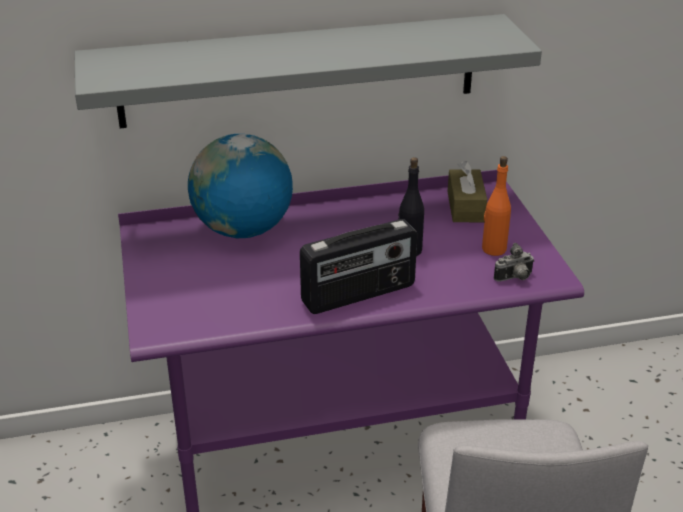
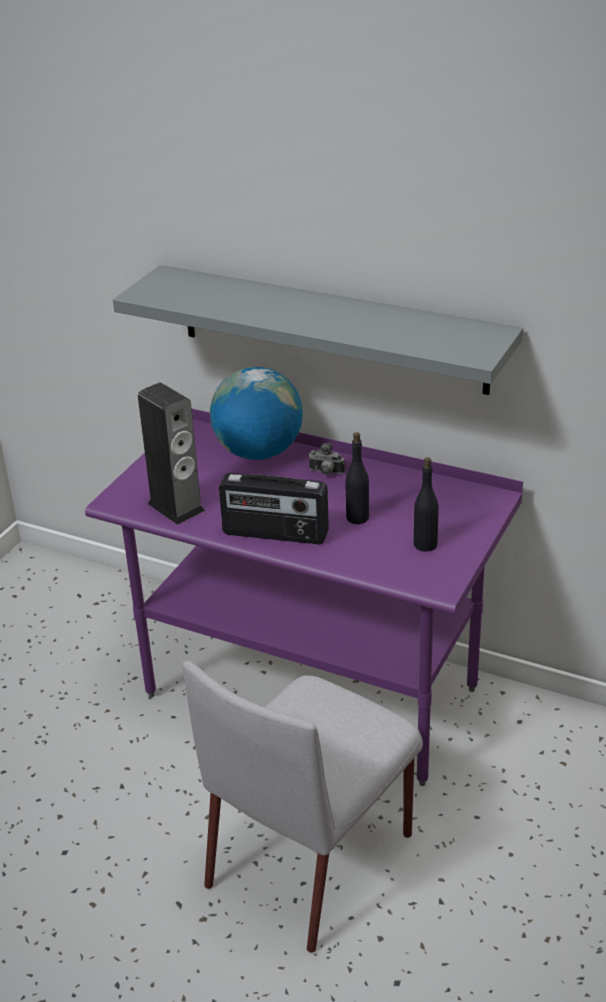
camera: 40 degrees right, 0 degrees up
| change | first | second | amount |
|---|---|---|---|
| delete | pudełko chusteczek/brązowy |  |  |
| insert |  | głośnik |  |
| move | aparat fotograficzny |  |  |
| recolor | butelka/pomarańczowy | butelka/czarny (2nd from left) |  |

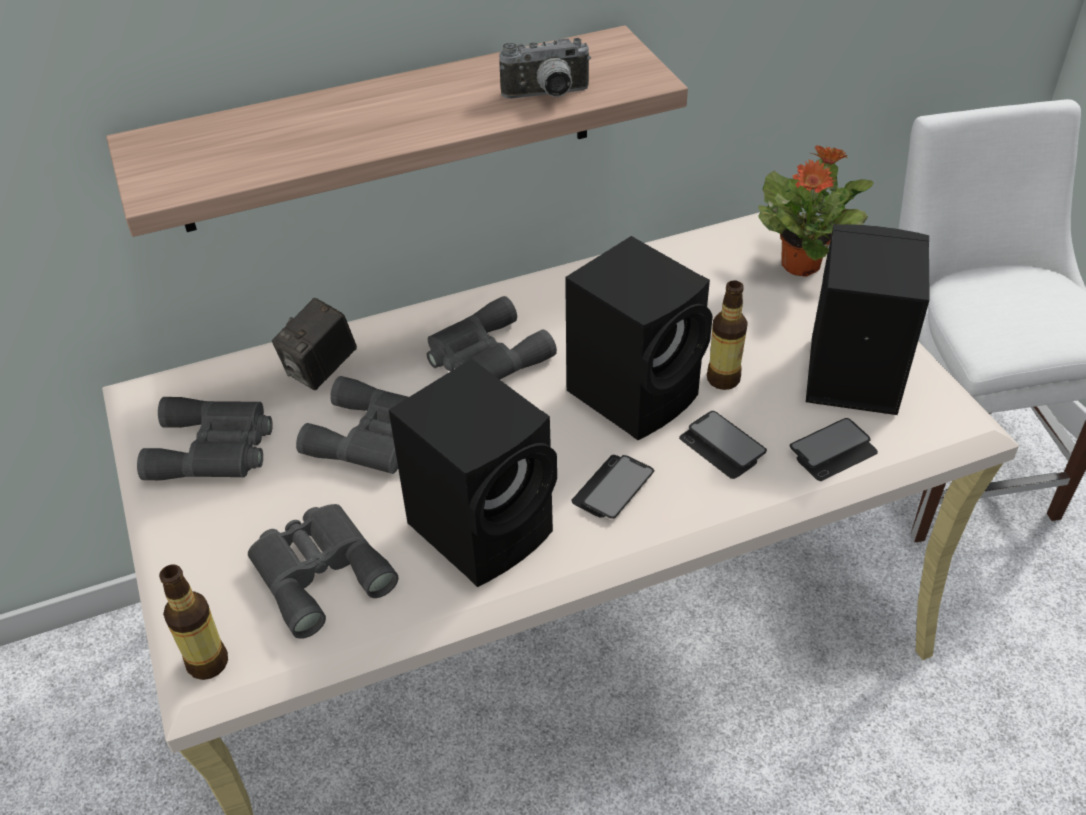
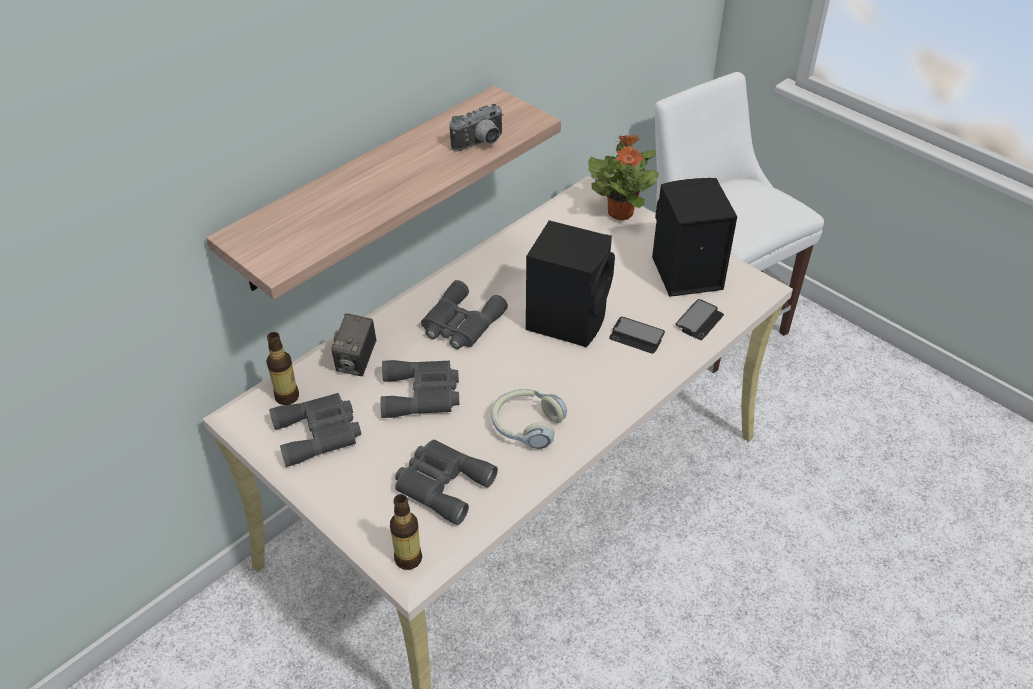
camera: 25 degrees left, 0 degrees up
| change | first | second | amount |
|---|---|---|---|
| delete | telefon (1st from left) |  |  |
| move | butelka (2nd from left in the first image) | butelka (1st from left) |  |
| replace | głośnik/czarny (1st from left) | słuchawki |  |

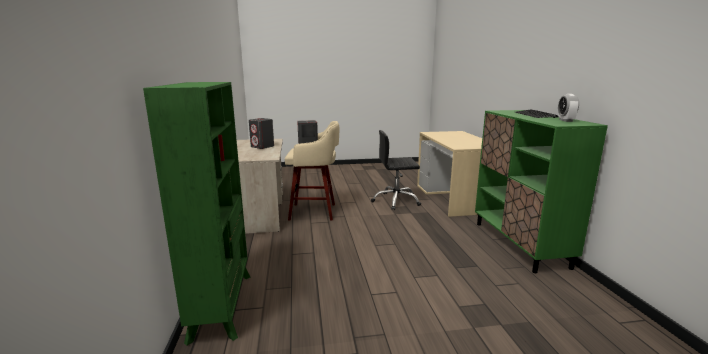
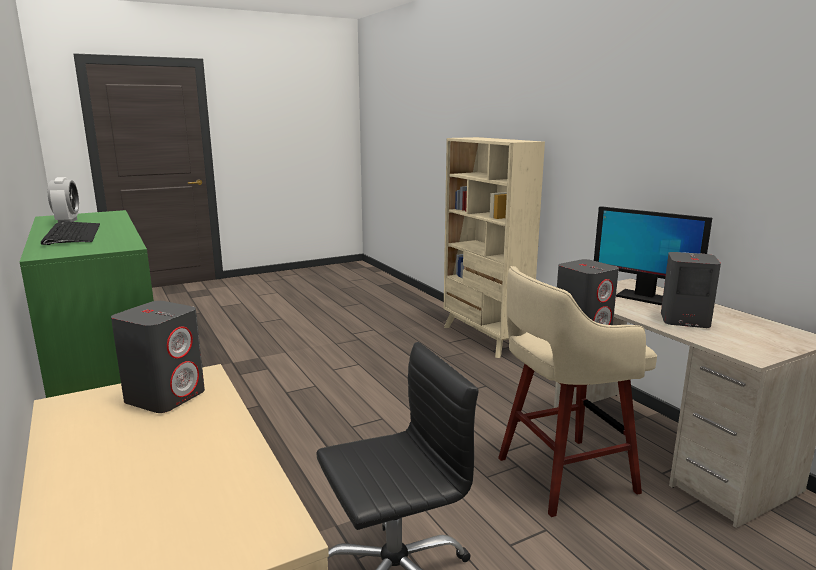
camera: 160 degrees right, 0 degrees up
| change | first | second | amount |
|---|---|---|---|
| insert |  | głośnik/szary (1st from left) |  |
| insert |  | monitor |  |
| recolor | regał/zielony | regał/beżowy |  |

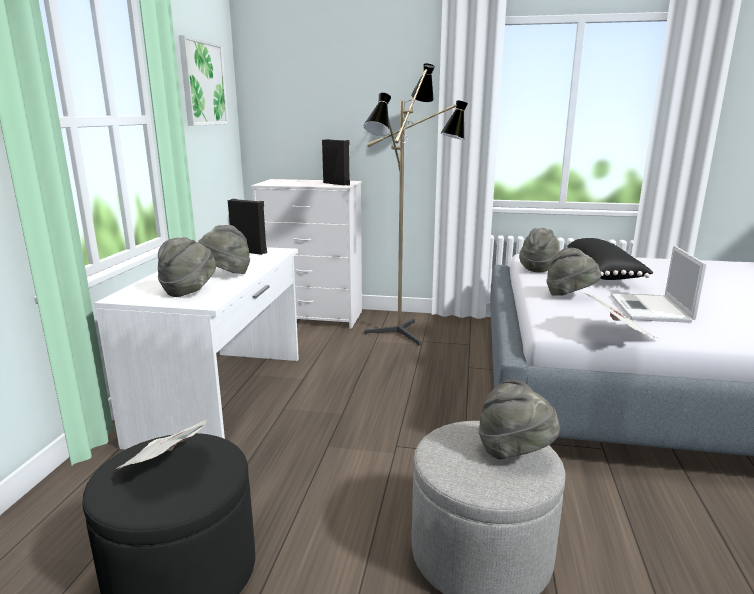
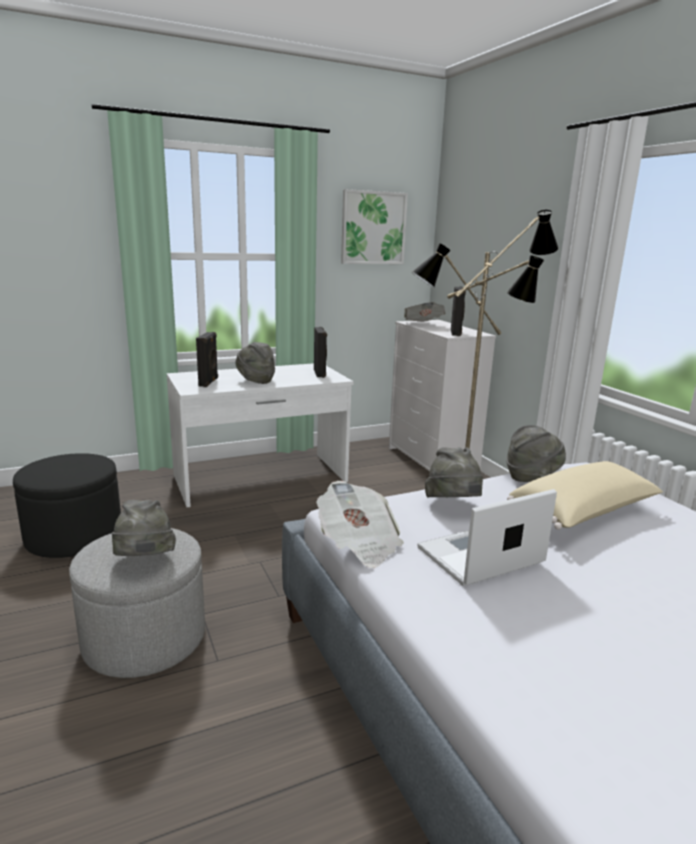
camera: 55 degrees right, 0 degrees up
| change | first | second | amount |
|---|---|---|---|
| move | gazeta (1st from left in the first image) | gazeta (2nd from left) |  |
| replace | kapelusz/szary (1st from left) | głośnik/czarny (1st from left) |  |
| recolor | poduszka/czarny | poduszka/beżowy |  |

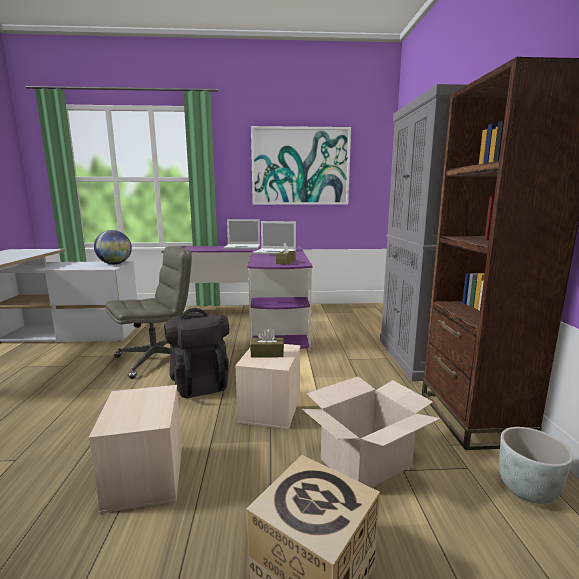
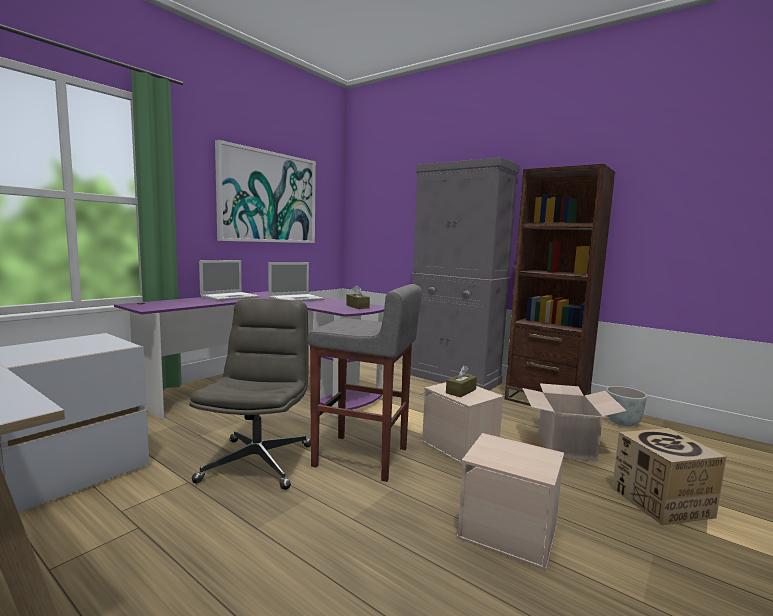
camera: 50 degrees left, 5 degrees down
| change | first | second | amount |
|---|---|---|---|
| delete | globus |  |  |
| replace | plecak/czarny | stołek/szary |  |

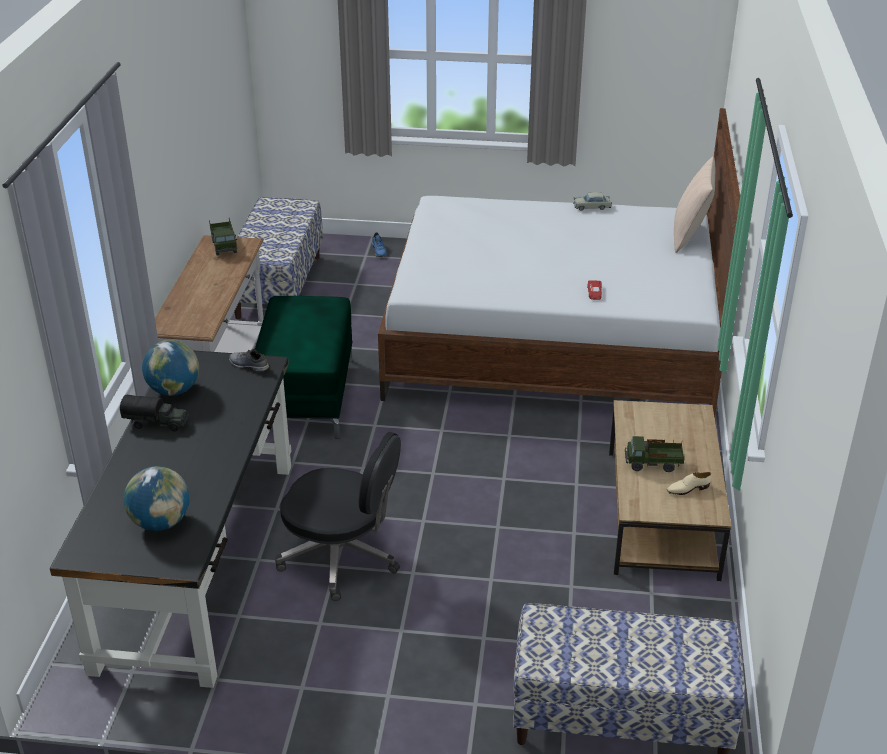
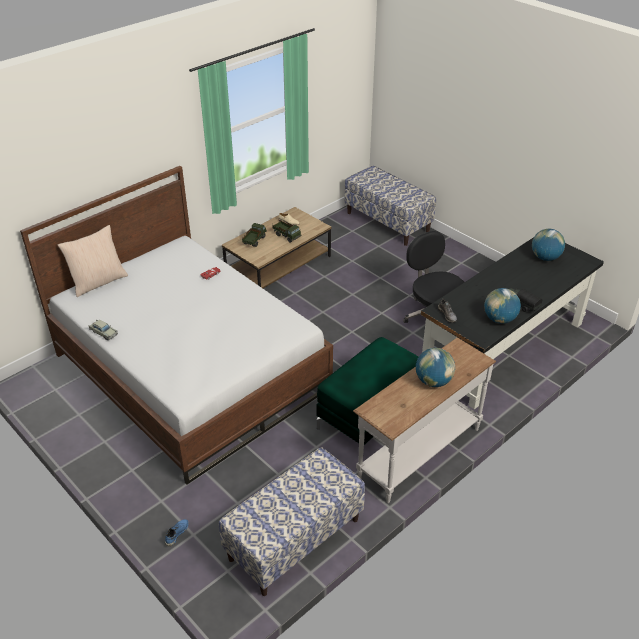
camera: 140 degrees left, 5 degrees up
| change | first | second | amount |
|---|---|---|---|
| insert |  | globus (1st from left) |  |
| move | ciężarówka zabawkowa (2nd from left in the first image) | ciężarówka zabawkowa (1st from left) |  |

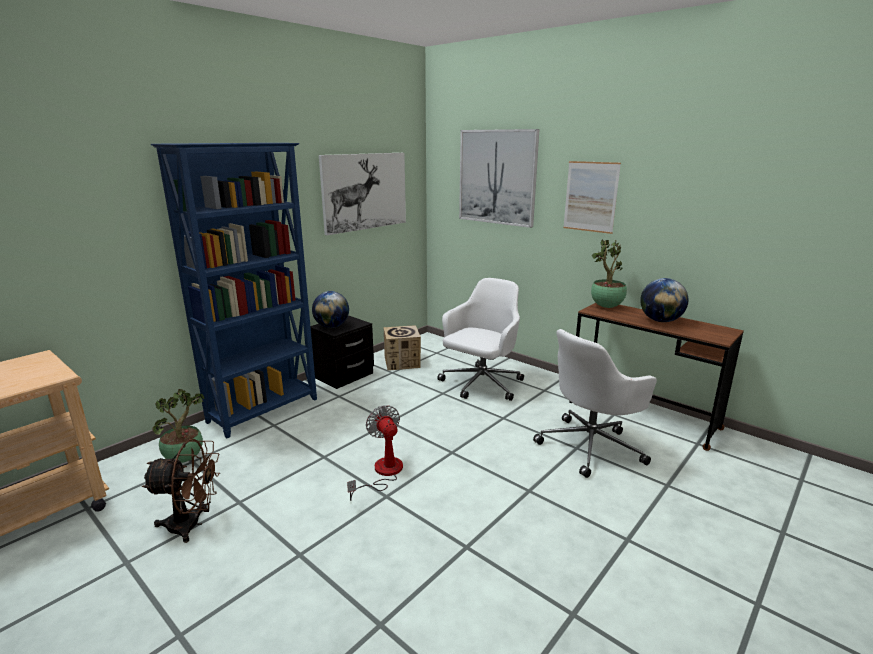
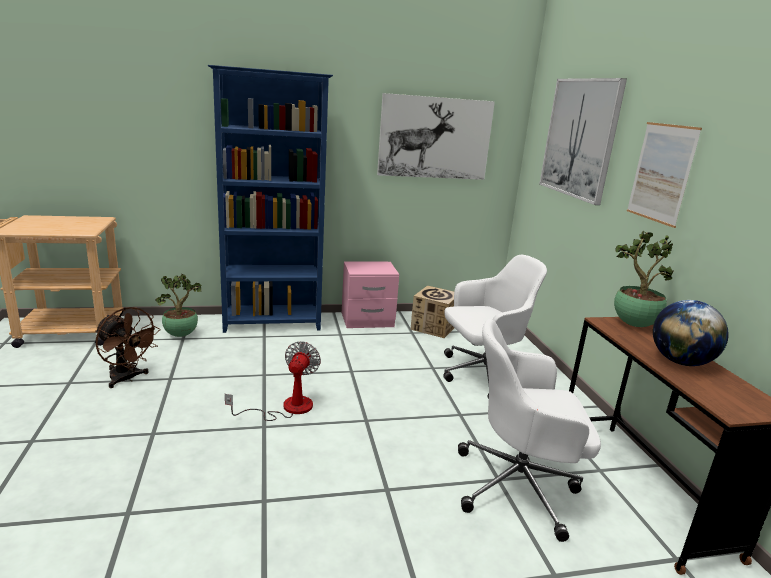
camera: 35 degrees right, 0 degrees up
| change | first | second | amount |
|---|---|---|---|
| delete | globus (1st from left) |  |  |
| recolor | szafka nocna/czarny | szafka nocna/różowy |  |

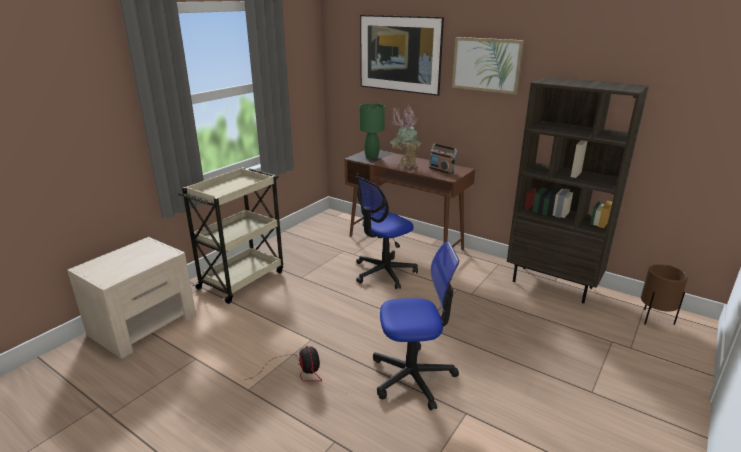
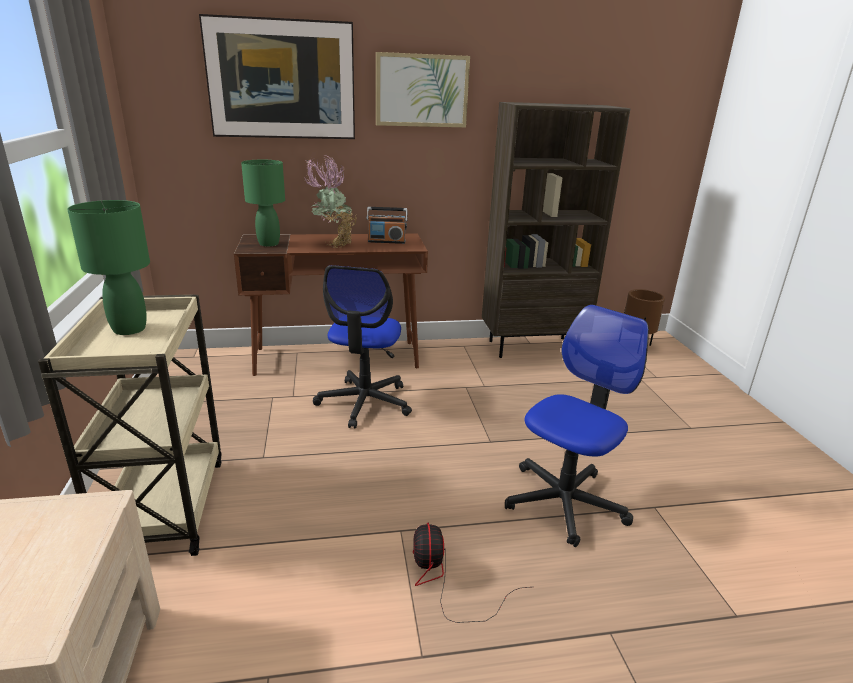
camera: 45 degrees left, 0 degrees up
| change | first | second | amount |
|---|---|---|---|
| insert |  | lampa stołowa/zielony (1st from left) |  |
| rotate | wentylator |  | 120 degrees counterclockwise |

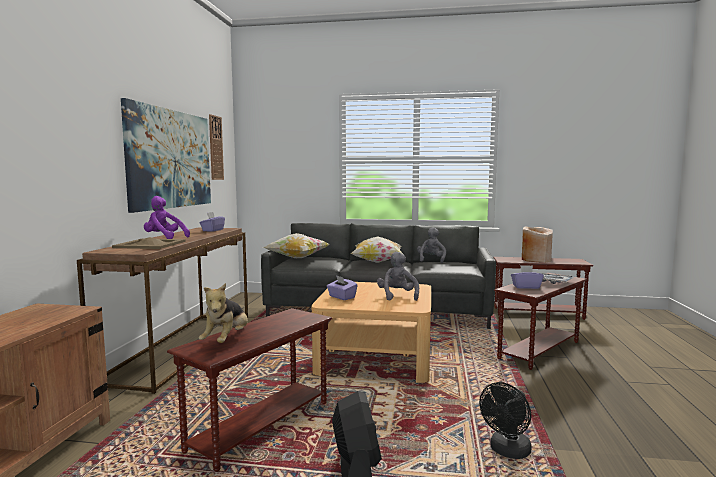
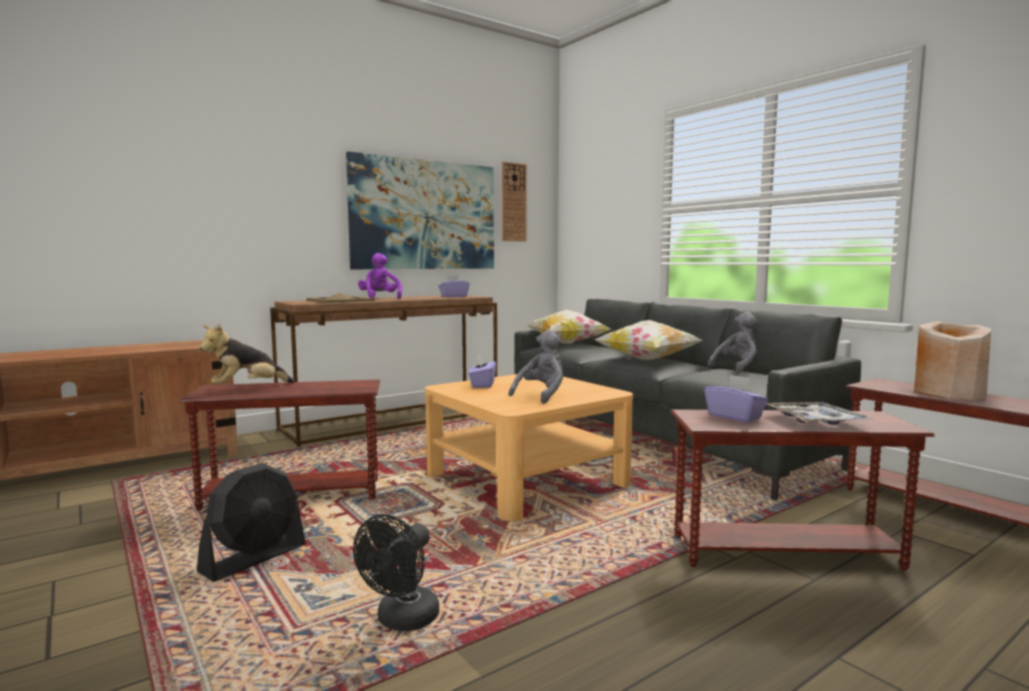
camera: 45 degrees right, 0 degrees up
| change | first | second | amount |
|---|---|---|---|
| rotate | wentylator/czarny (2nd from left) |  | 60 degrees counterclockwise |

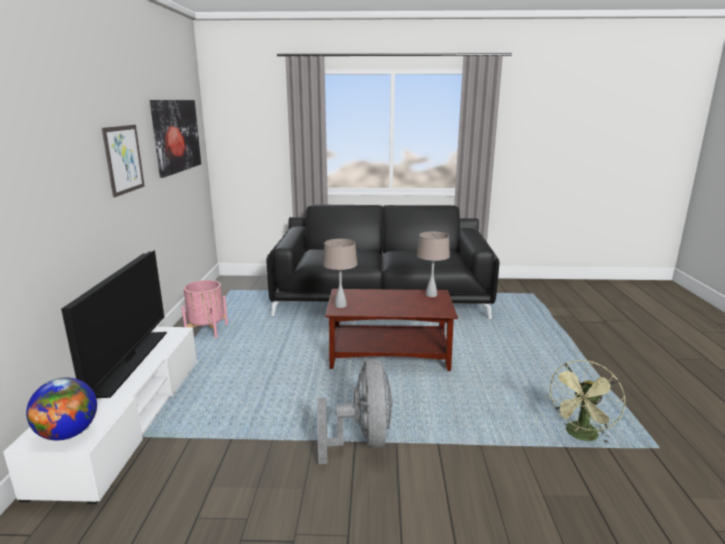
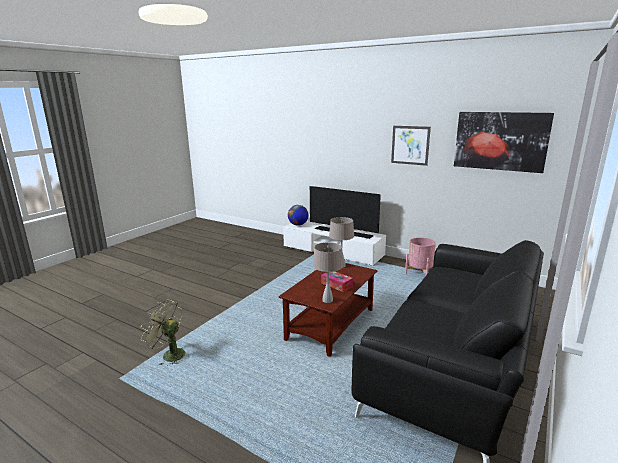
camera: 120 degrees right, 0 degrees up
| change | first | second | amount |
|---|---|---|---|
| delete | wentylator/szary |  |  |
| insert |  | pudełko chusteczek |  |
| rotate | wentylator/zielony |  | 45 degrees counterclockwise |

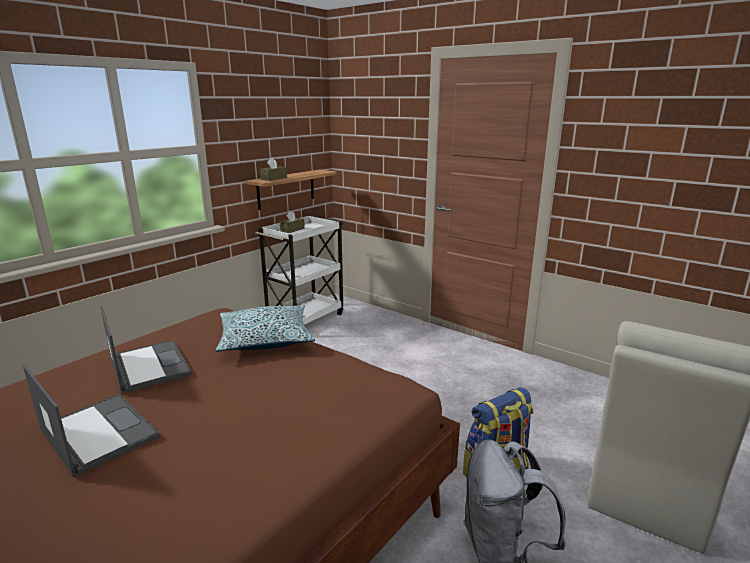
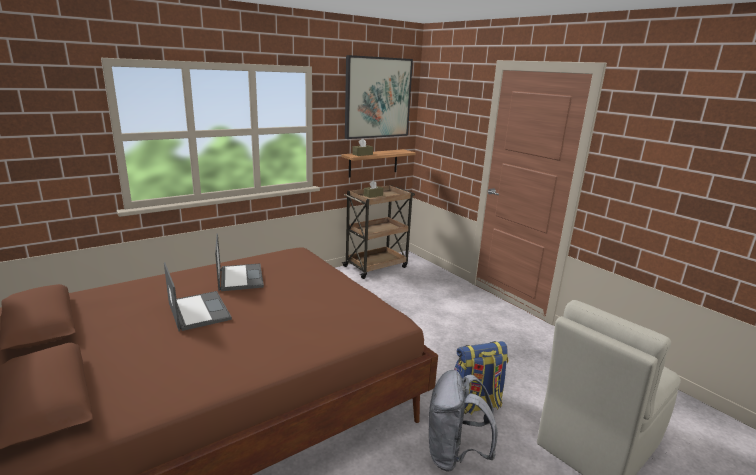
camera: 15 degrees right, 0 degrees up
| change | first | second | amount |
|---|---|---|---|
| delete | poduszka |  |  |
| insert |  | obraz |  |
| recolor | wózek/biały | wózek/brązowy |  |

